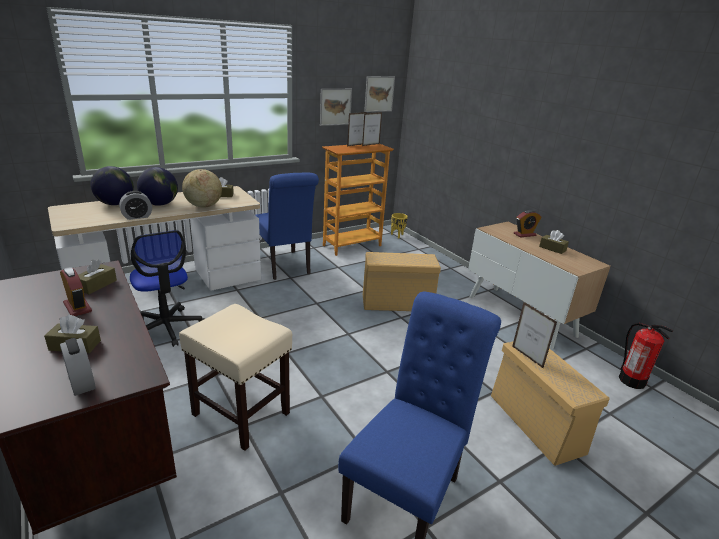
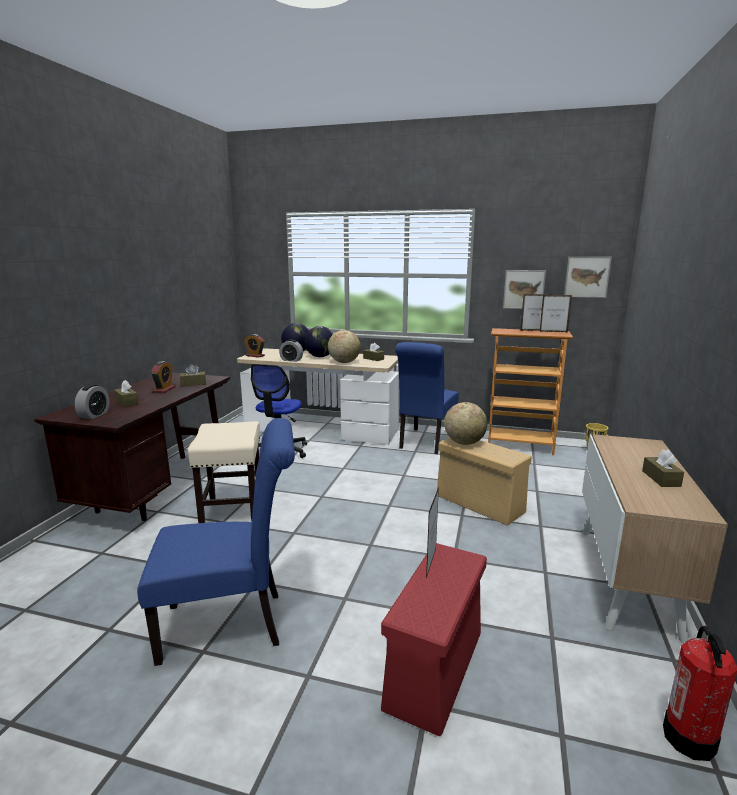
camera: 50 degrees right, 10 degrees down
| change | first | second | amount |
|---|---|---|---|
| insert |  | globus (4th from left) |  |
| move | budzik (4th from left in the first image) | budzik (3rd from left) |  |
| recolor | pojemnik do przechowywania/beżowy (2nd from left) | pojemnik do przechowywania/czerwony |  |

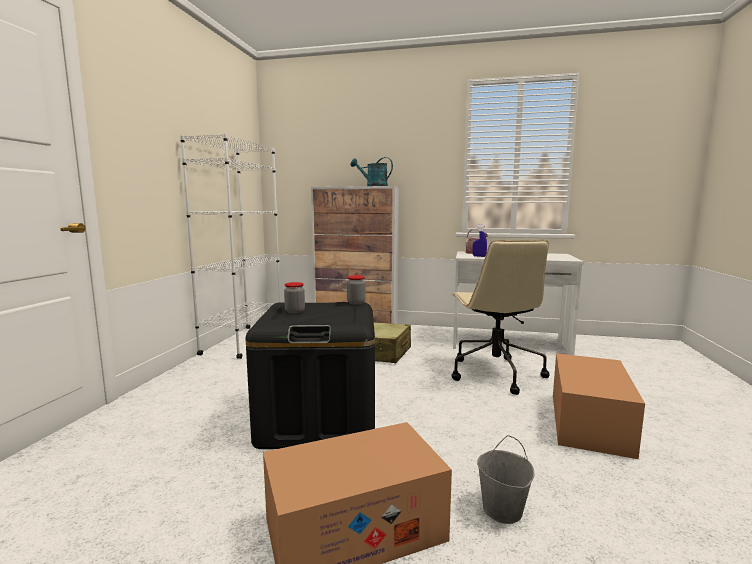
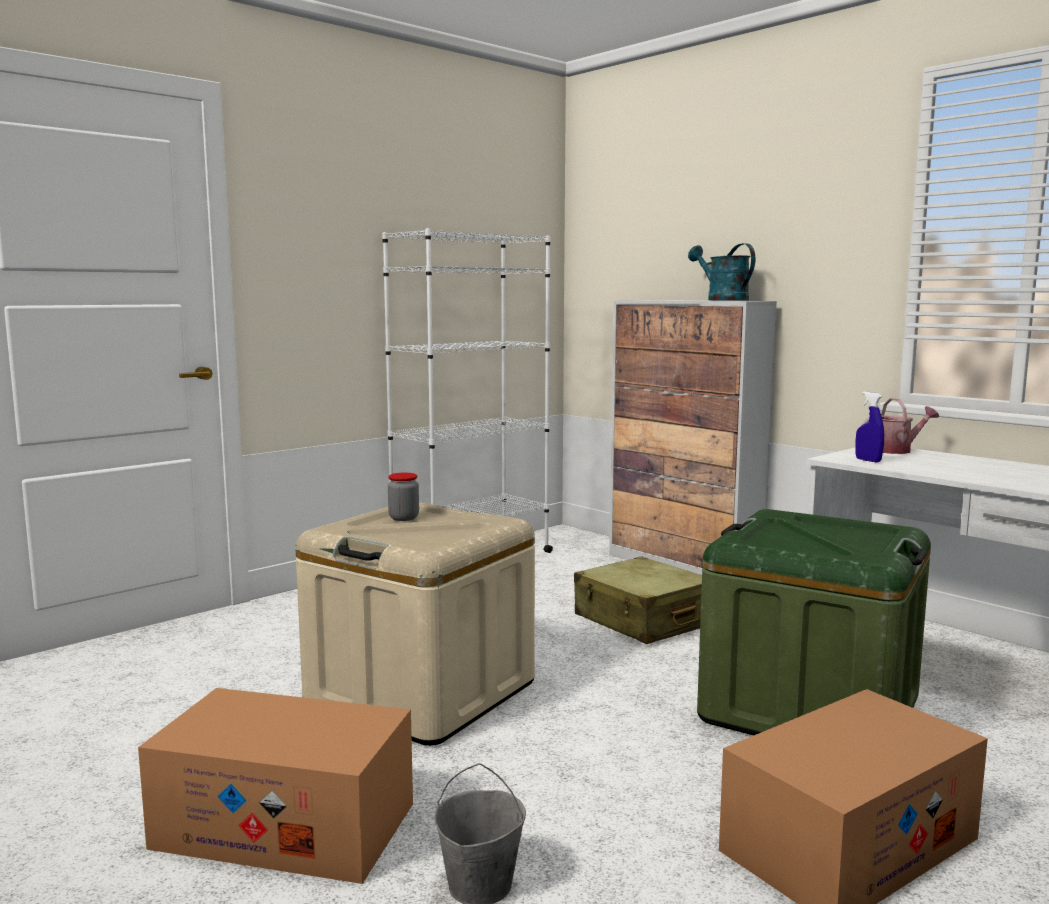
camera: 35 degrees right, 0 degrees up
| change | first | second | amount |
|---|---|---|---|
| delete | słoik (2nd from left) |  |  |
| replace | krzesło biurowe/beżowy | pojemnik do przechowywania/zielony |  |
| recolor | pojemnik do przechowywania/czarny | pojemnik do przechowywania/beżowy |  |

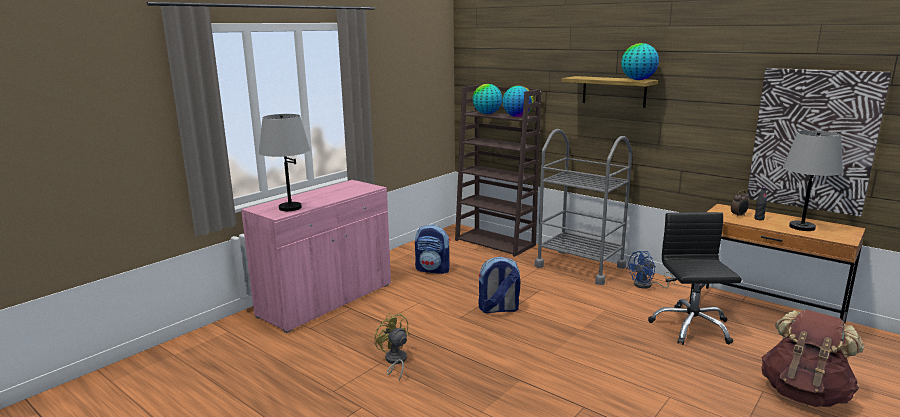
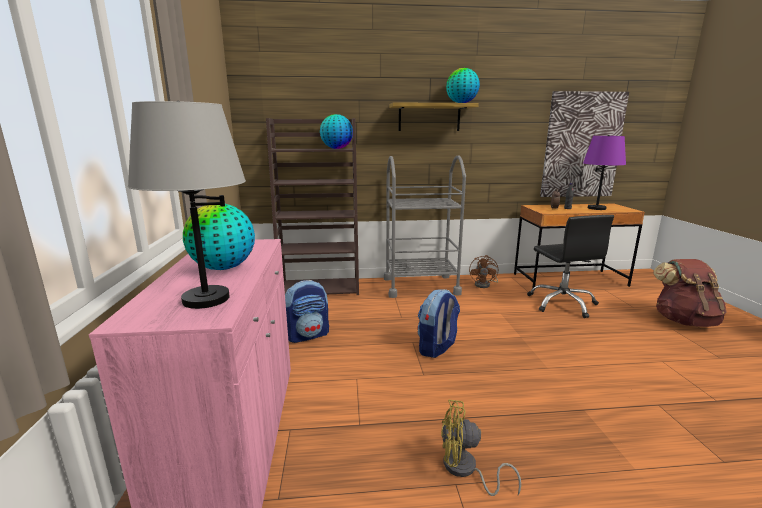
camera: 45 degrees left, 0 degrees up
| change | first | second | amount |
|---|---|---|---|
| move | globus (1st from left) |  |  |
| recolor | wentylator/niebieski | wentylator/brązowy |  |
| recolor | lampa stołowa/szary (2nd from left) | lampa stołowa/fioletowy |  |
| rotate | krzesło biurowe/czarny |  | 150 degrees counterclockwise |

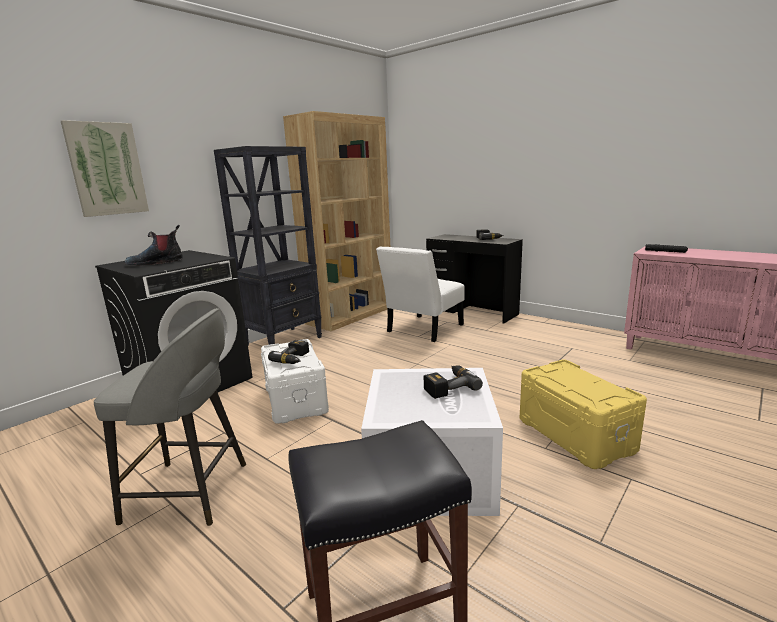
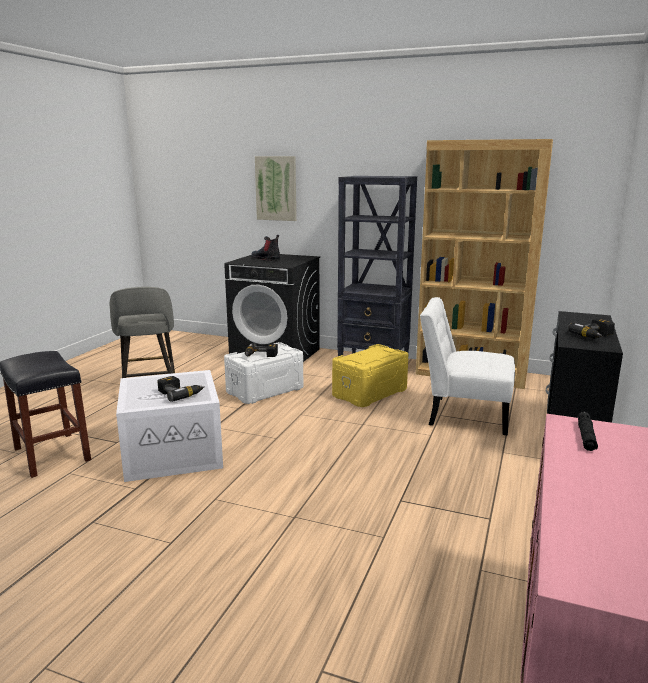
camera: 70 degrees right, 0 degrees up
| change | first | second | amount |
|---|---|---|---|
| move | pojemnik do przechowywania/żółty |  |  |

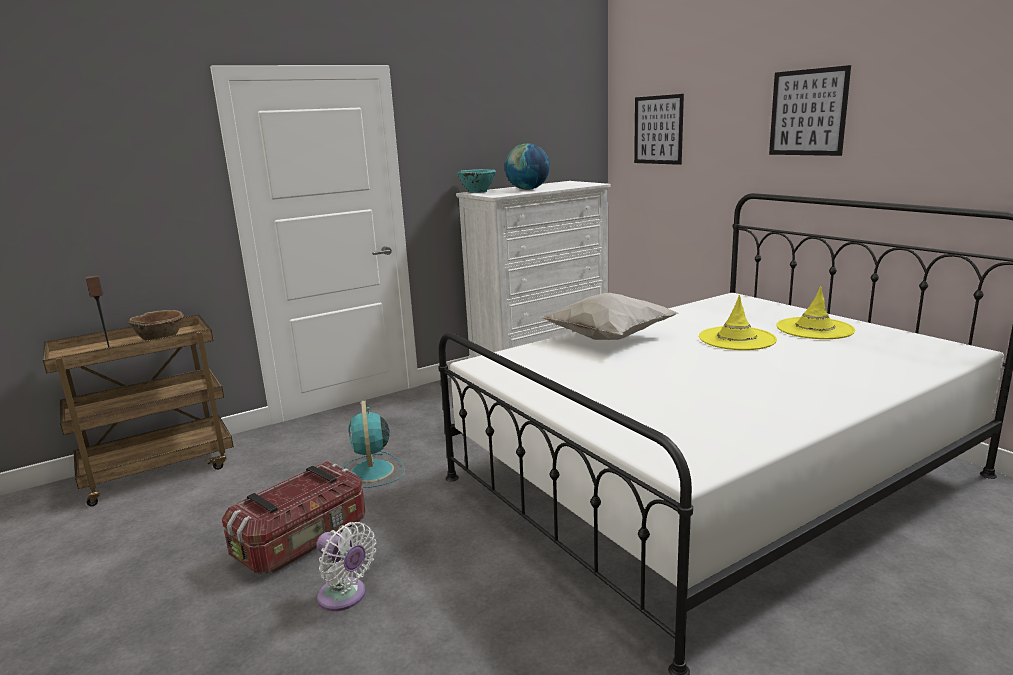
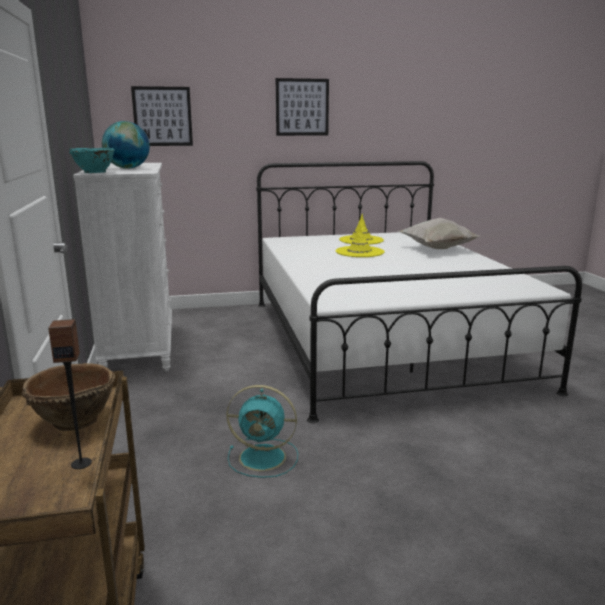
camera: 70 degrees left, 0 degrees up
| change | first | second | amount |
|---|---|---|---|
| delete | pojemnik do przechowywania |  |  |
| delete | wentylator/biały |  |  |
| move | poduszka/biały |  |  |

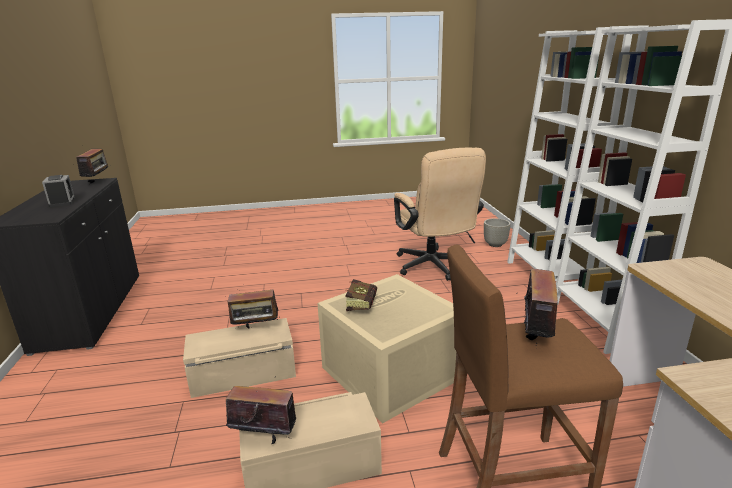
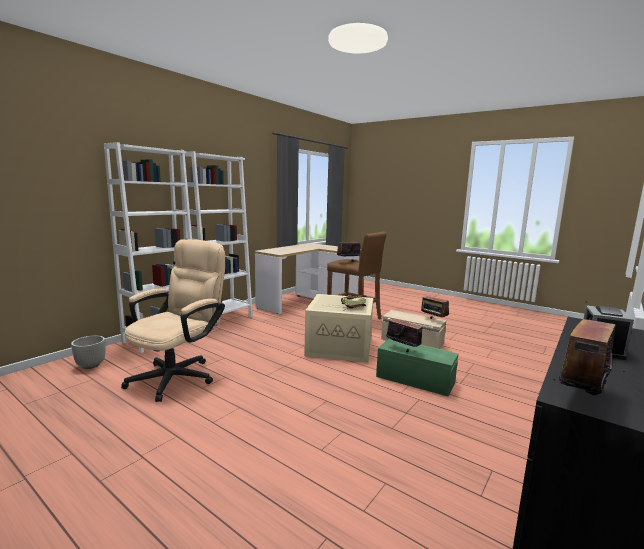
camera: 135 degrees left, 10 degrees down
| change | first | second | amount |
|---|---|---|---|
| recolor | pojemnik do przechowywania/beżowy (1st from left) | pojemnik do przechowywania/zielony |  |

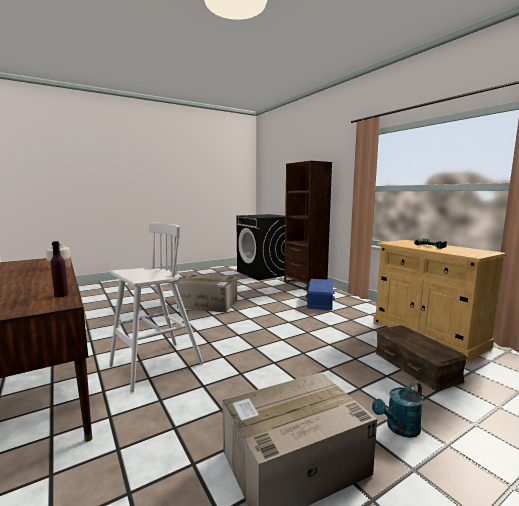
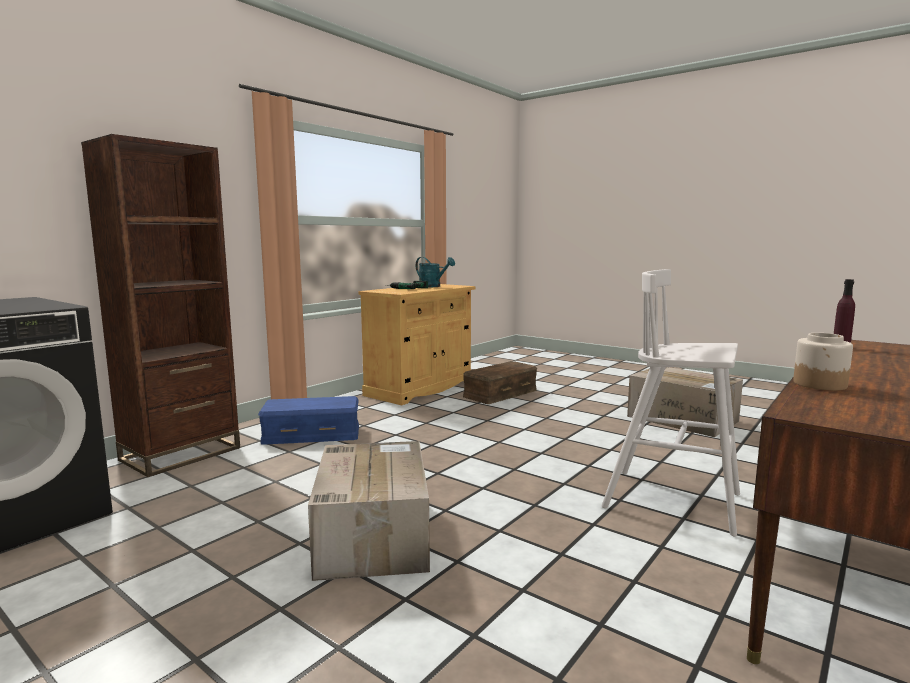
camera: 110 degrees left, 0 degrees up
| change | first | second | amount |
|---|---|---|---|
| move | konewka/turkusowy |  |  |

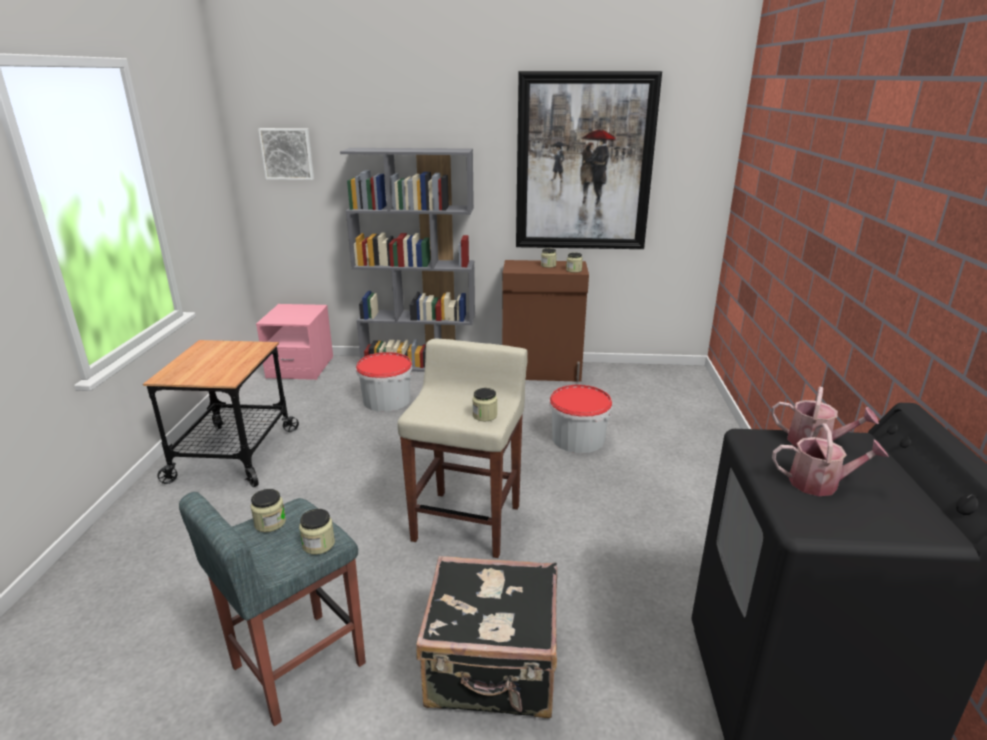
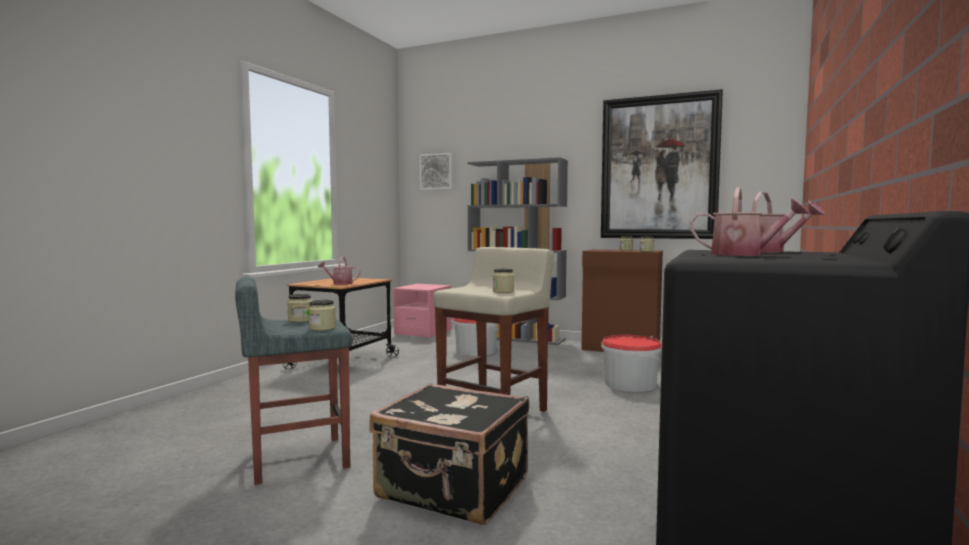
camera: 20 degrees right, 20 degrees down
| change | first | second | amount |
|---|---|---|---|
| insert |  | konewka (1st from left) |  |

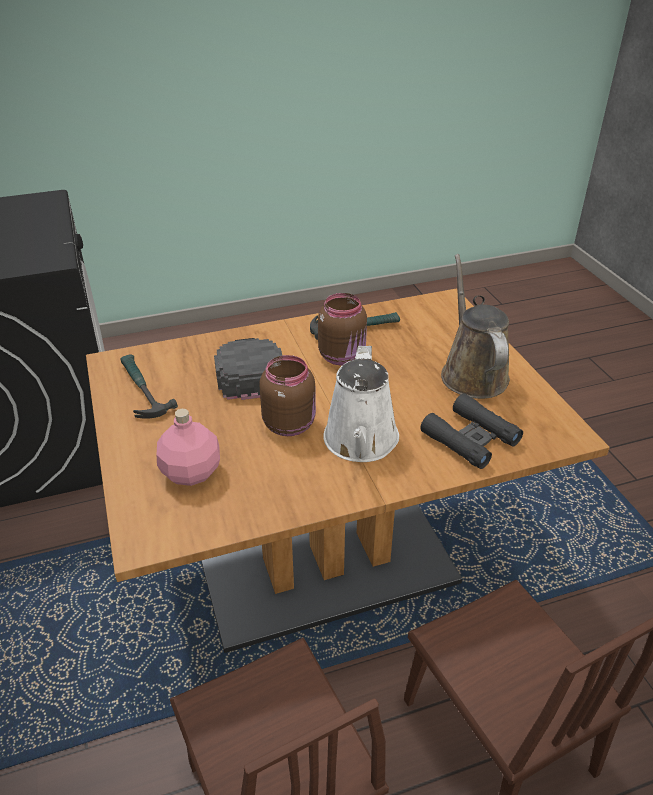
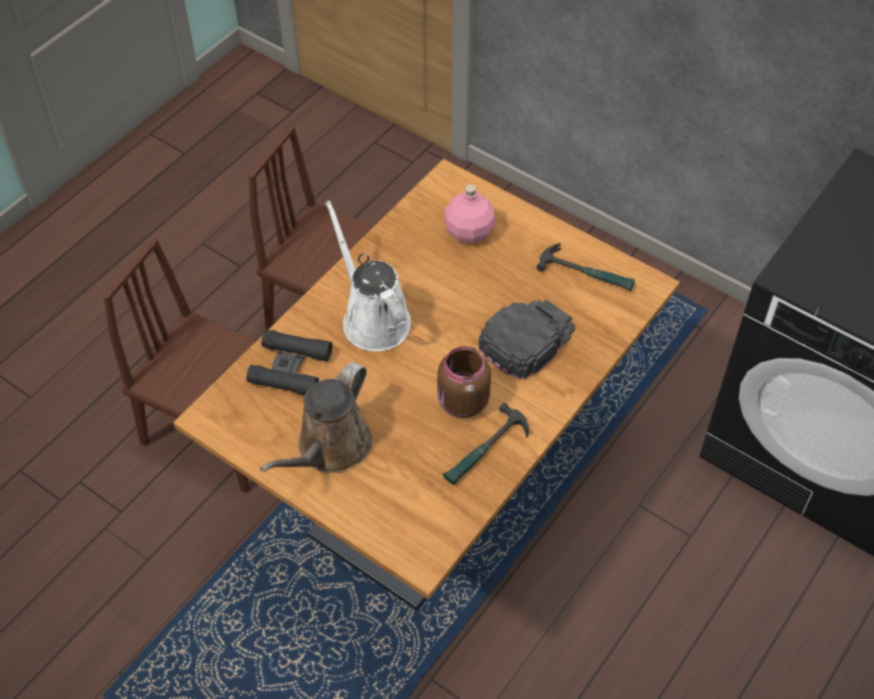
camera: 145 degrees right, 15 degrees up
| change | first | second | amount |
|---|---|---|---|
| delete | słoik/brązowy (1st from left) |  |  |
| rotate | czapka z daszkiem/czarny |  | 90 degrees counterclockwise |
| rotate | konewka/brązowy |  | 75 degrees clockwise |

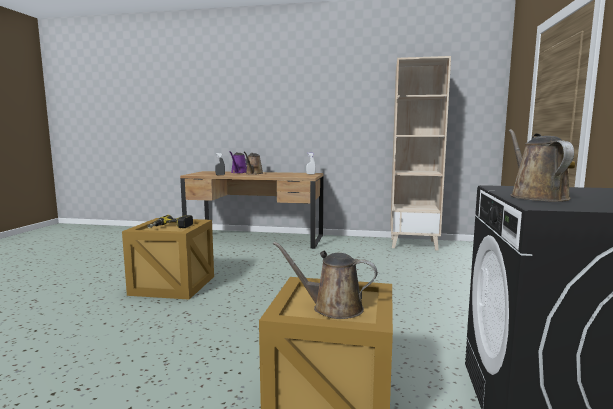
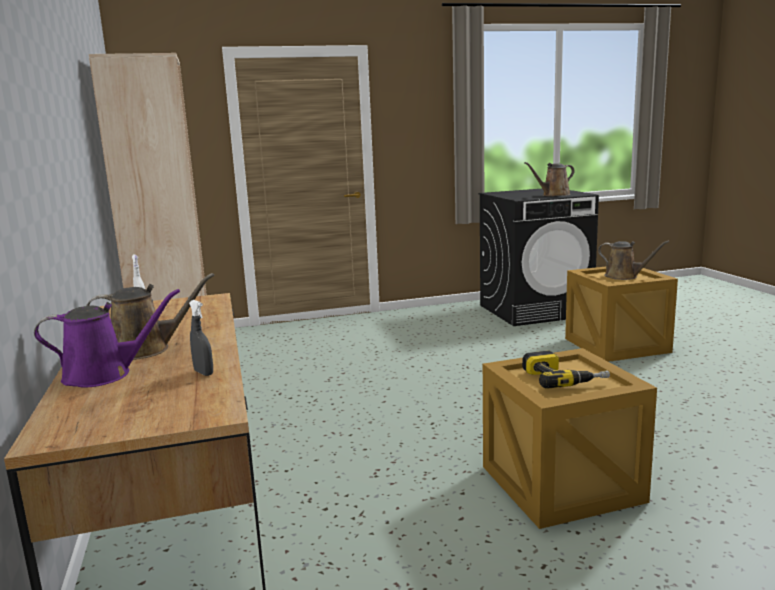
camera: 115 degrees left, 5 degrees up
| change | first | second | amount |
|---|---|---|---|
| rotate | konewka/brązowy (2nd from left in the first image) | konewka/brązowy (3rd from left) | 45 degrees counterclockwise |

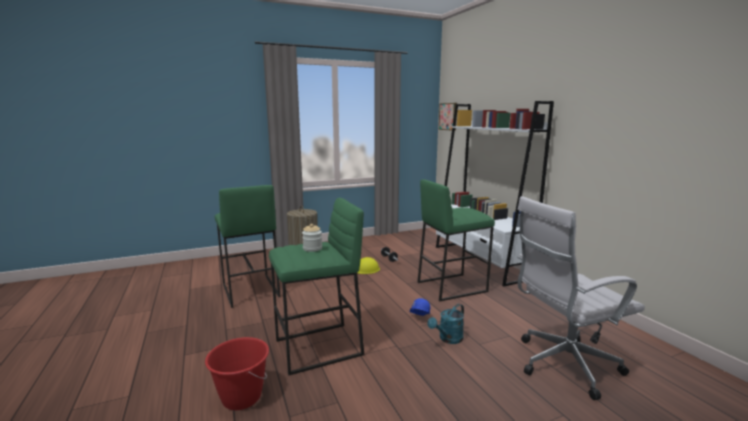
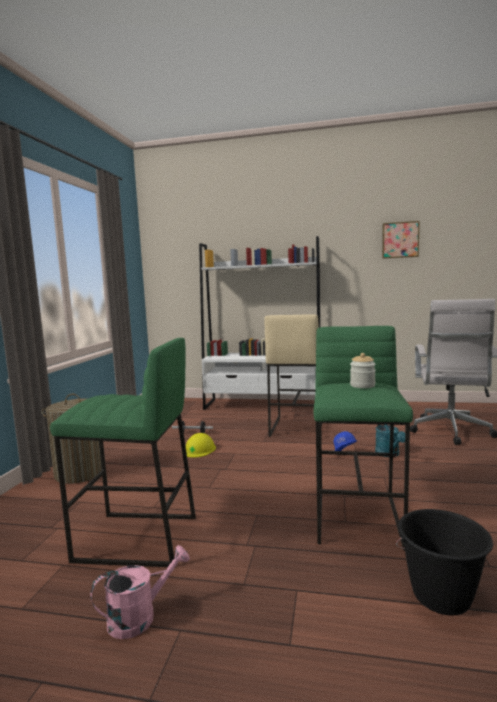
camera: 55 degrees left, 5 degrees down
| change | first | second | amount |
|---|---|---|---|
| insert |  | konewka/różowy |  |
| move | obraz |  |  |
| recolor | wiadro/czerwony | wiadro/czarny |  |
| recolor | stołek/zielony (3rd from left) | stołek/beżowy |  |

